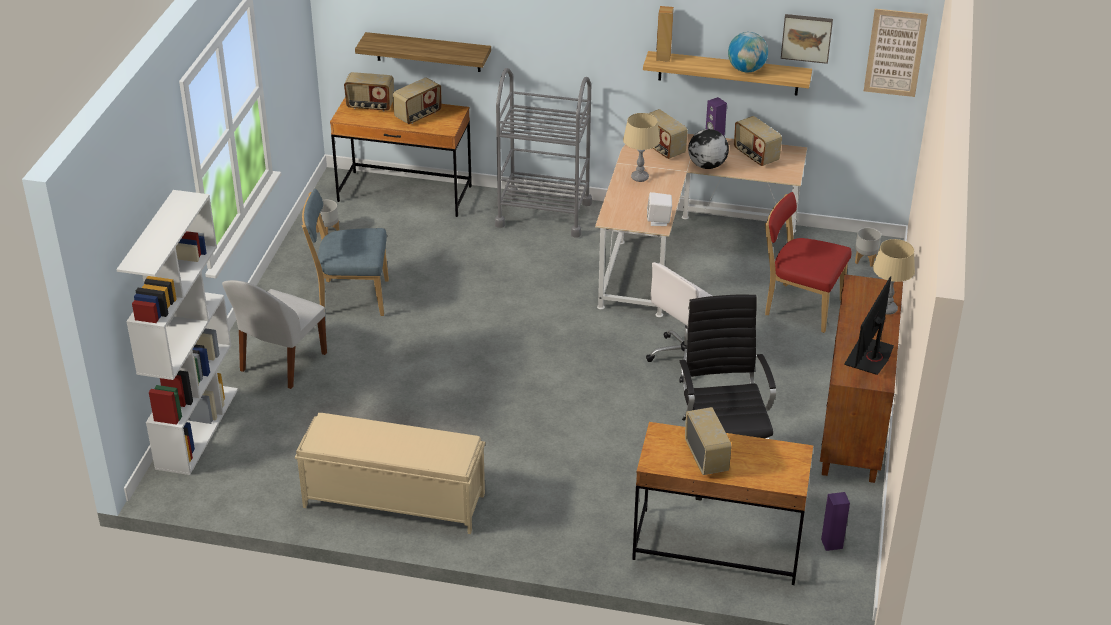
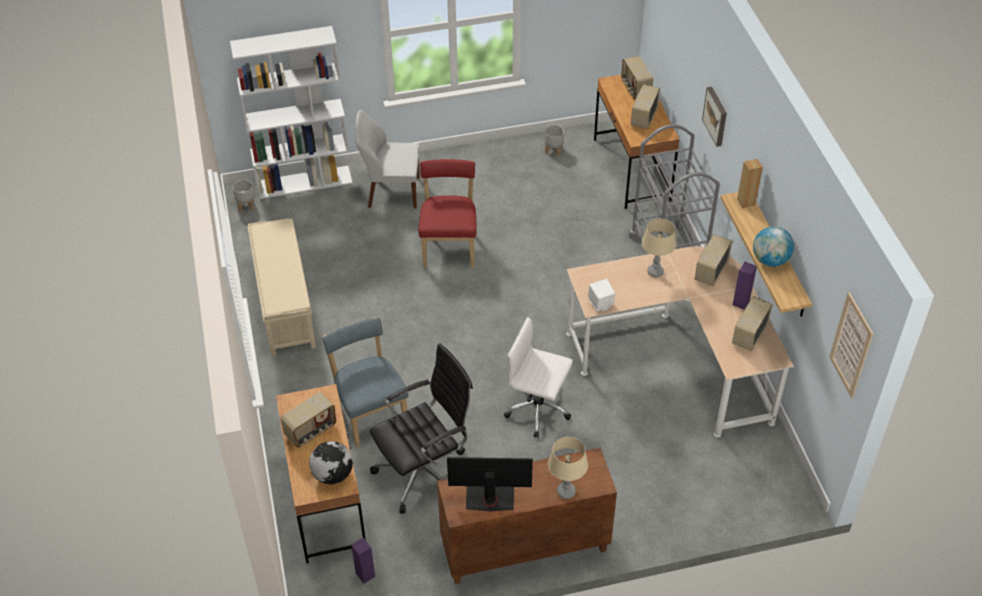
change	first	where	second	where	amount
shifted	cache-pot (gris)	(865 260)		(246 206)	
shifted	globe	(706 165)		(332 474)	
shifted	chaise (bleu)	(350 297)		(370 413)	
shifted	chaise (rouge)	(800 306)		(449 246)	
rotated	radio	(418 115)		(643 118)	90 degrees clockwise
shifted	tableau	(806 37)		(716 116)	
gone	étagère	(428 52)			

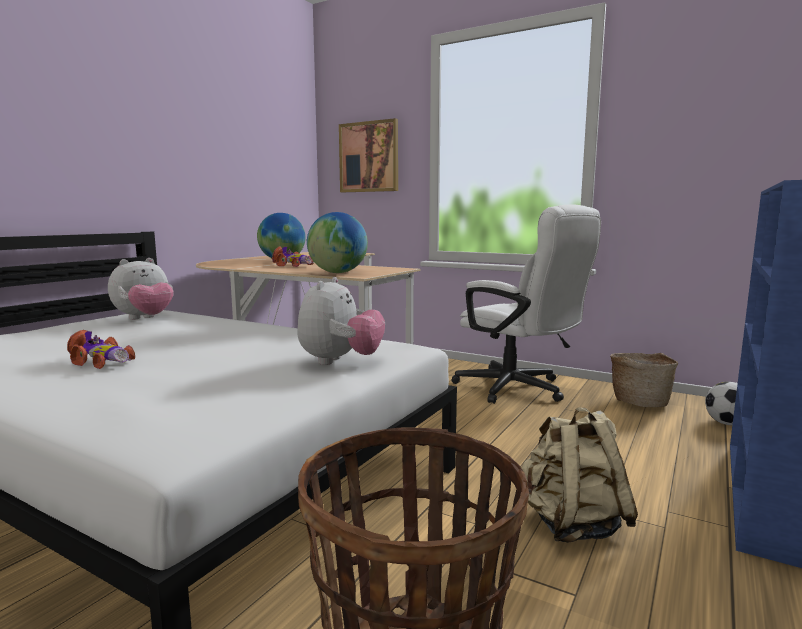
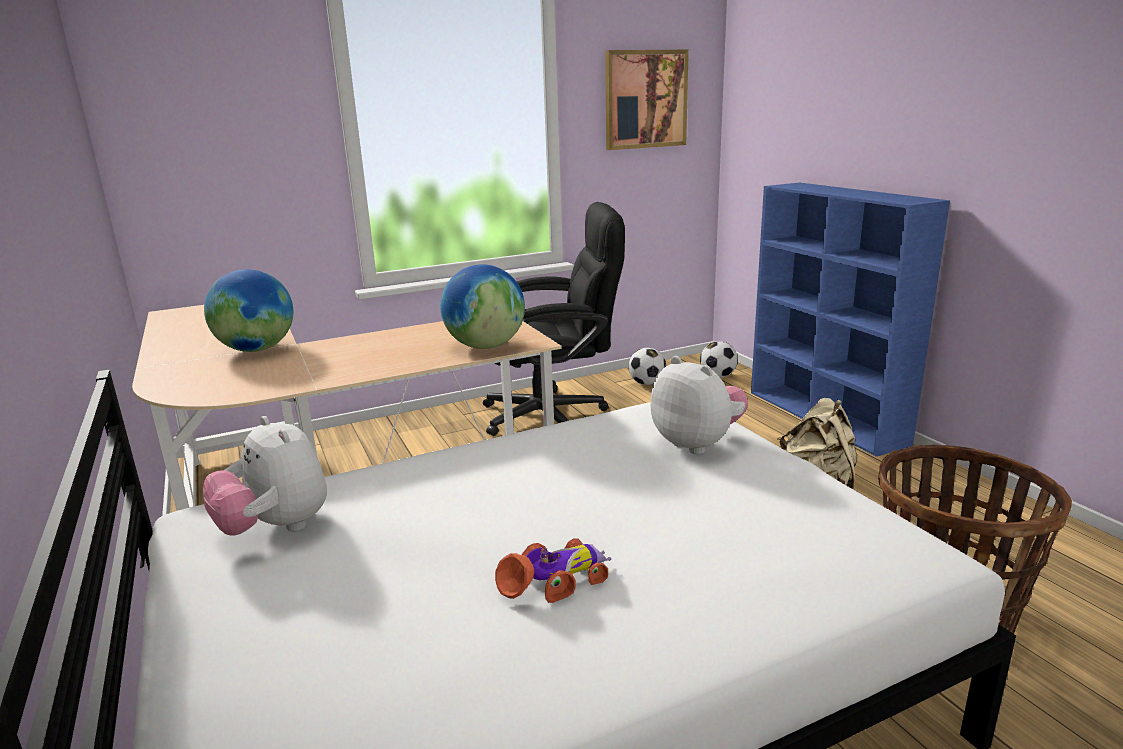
change	first	where	second	where	amount
rotated	peluche	(145 319)		(276 528)	150 degrees clockwise
repainted	chaise de bureau (blanc)	(519 390)	chaise de bureau (noir)	(556 414)	
shifted	tableau	(369 157)		(645 99)	
swapped	panier	(640 402)	ballon de foot	(647 383)	
gone	petite voiture	(292 265)			

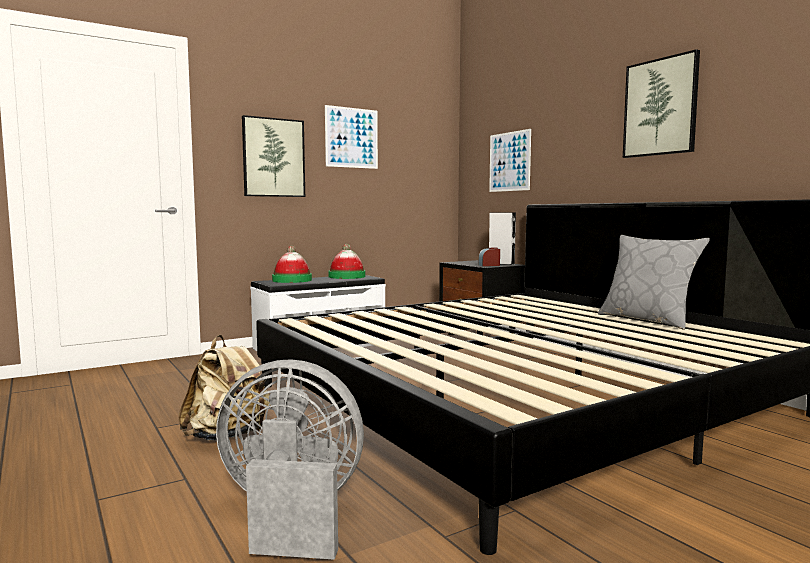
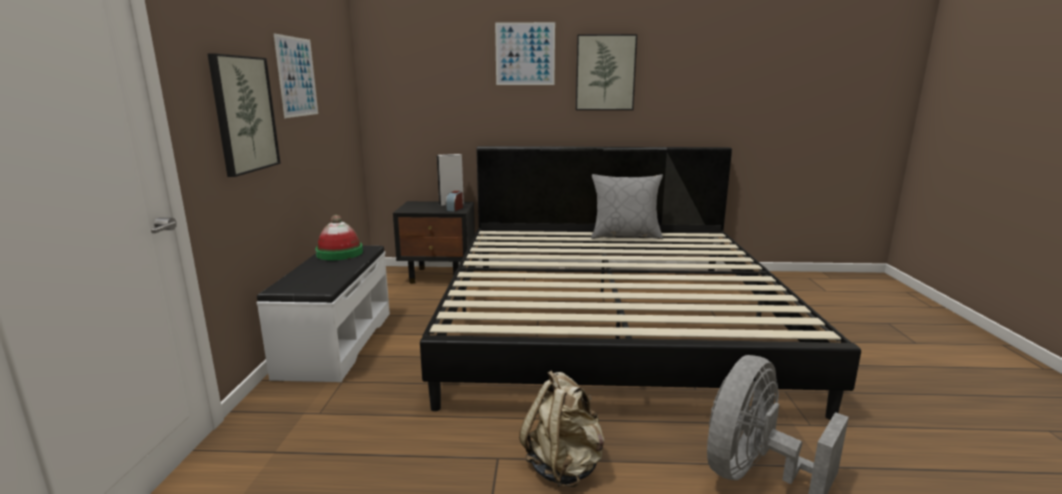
change	first	where	second	where	amount
shifted	tableau	(509 161)		(525 54)	
gone	chapeau	(292 280)			

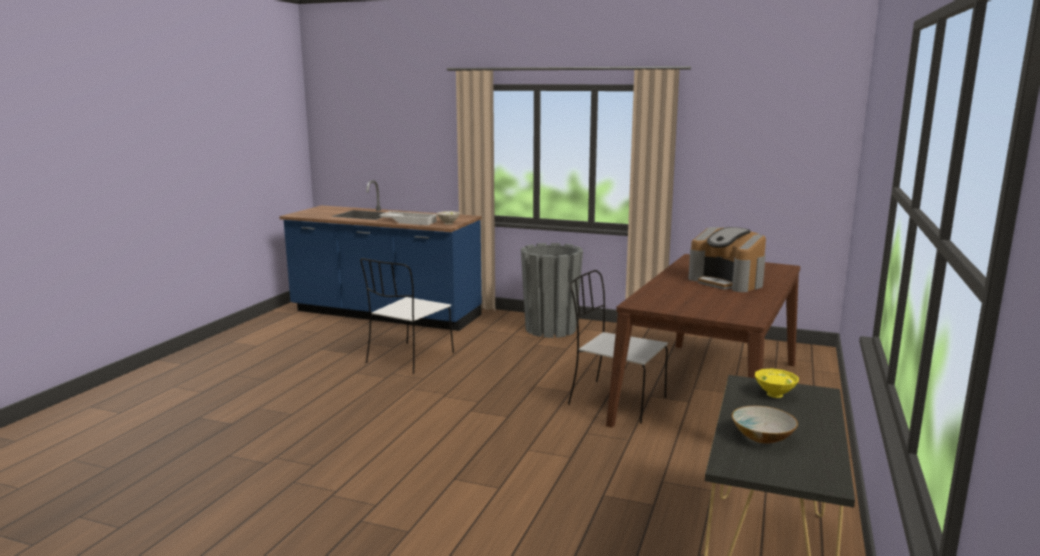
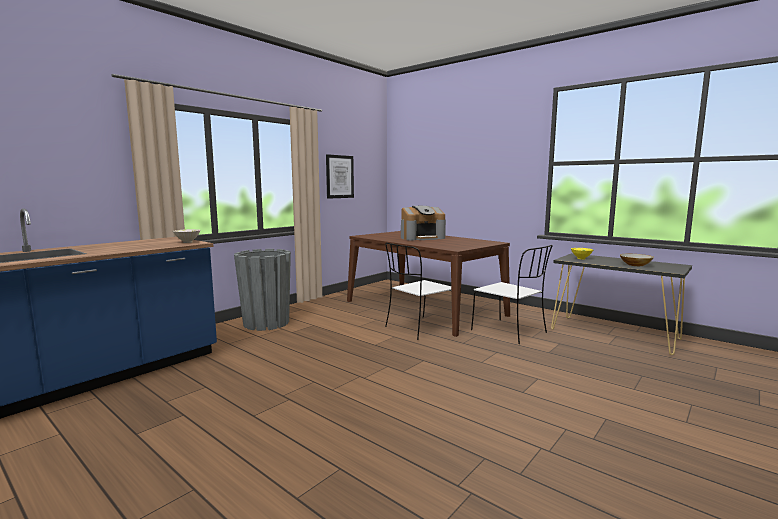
change	first	where	second	where	amount
new			tableau	(339 176)	
shifted	chaise (blanc)	(409 359)		(510 332)	
gone	plateau (blanc)	(409 221)			

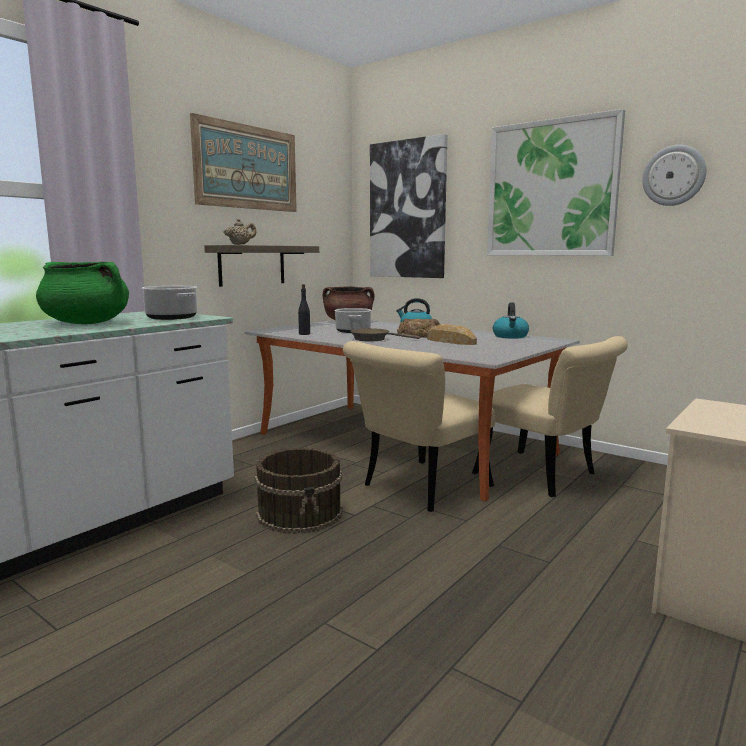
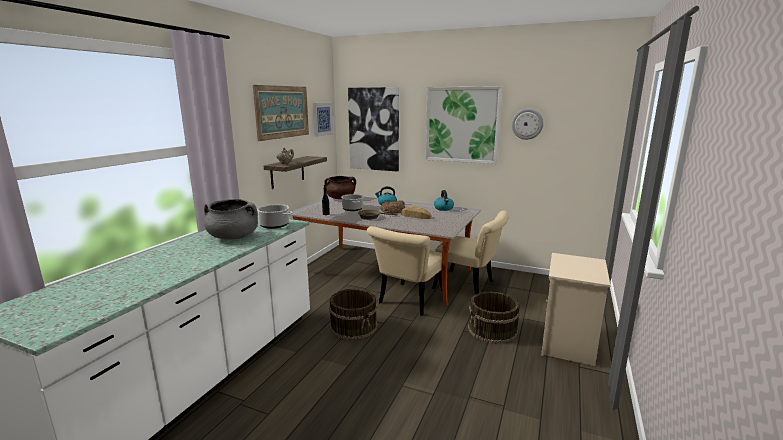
change	first	where	second	where	amount
repainted	marmite (vert)	(87 323)	marmite (gris)	(233 237)	
new			tableau	(322 119)	
new			seau (marron)	(492 330)	

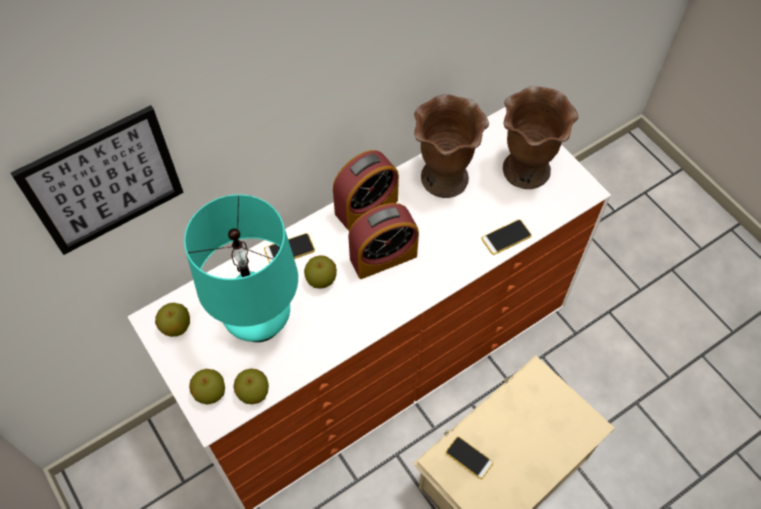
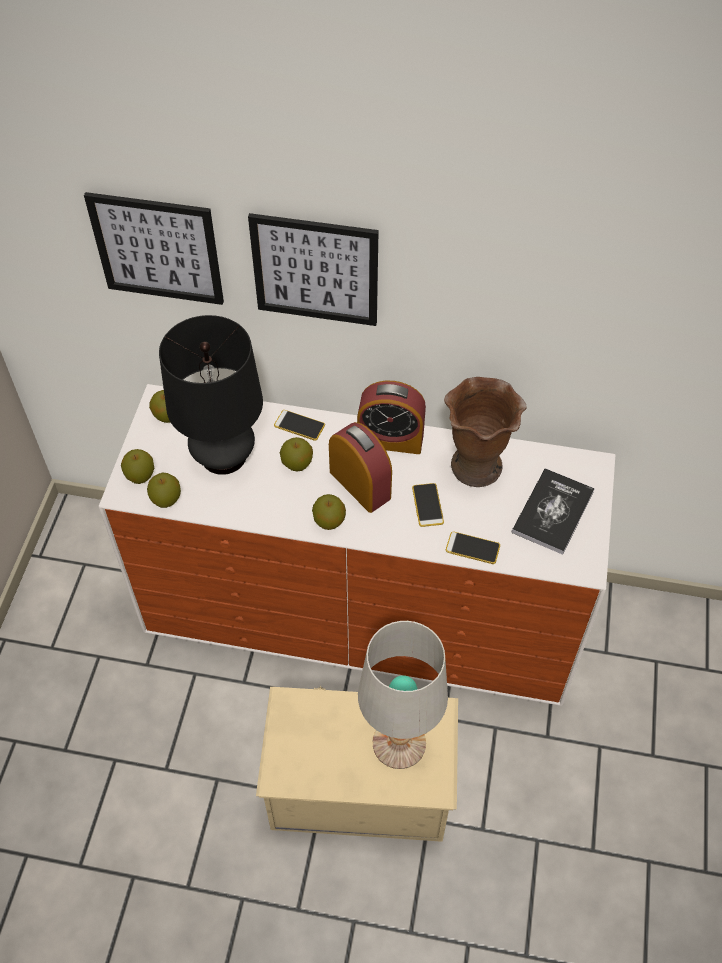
change	first	where	second	where	amount
repainted	lampe de table (turquoise)	(259 321)	lampe de table (noir)	(223 456)	
new			tableau	(315 270)	
new			pomme	(329 521)	
rotated	réveil	(383 257)		(360 485)	150 degrees counterclockwise
new			lampe de table (blanc)	(398 743)	
shifted	téléphone	(469 457)		(427 505)	
swapped	vase (marron)	(525 170)	livre	(552 512)	

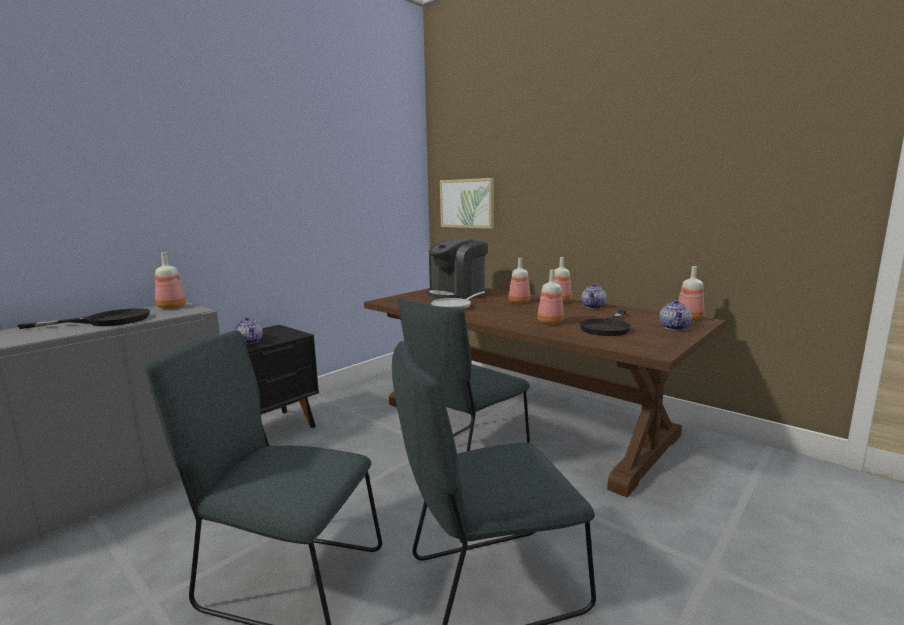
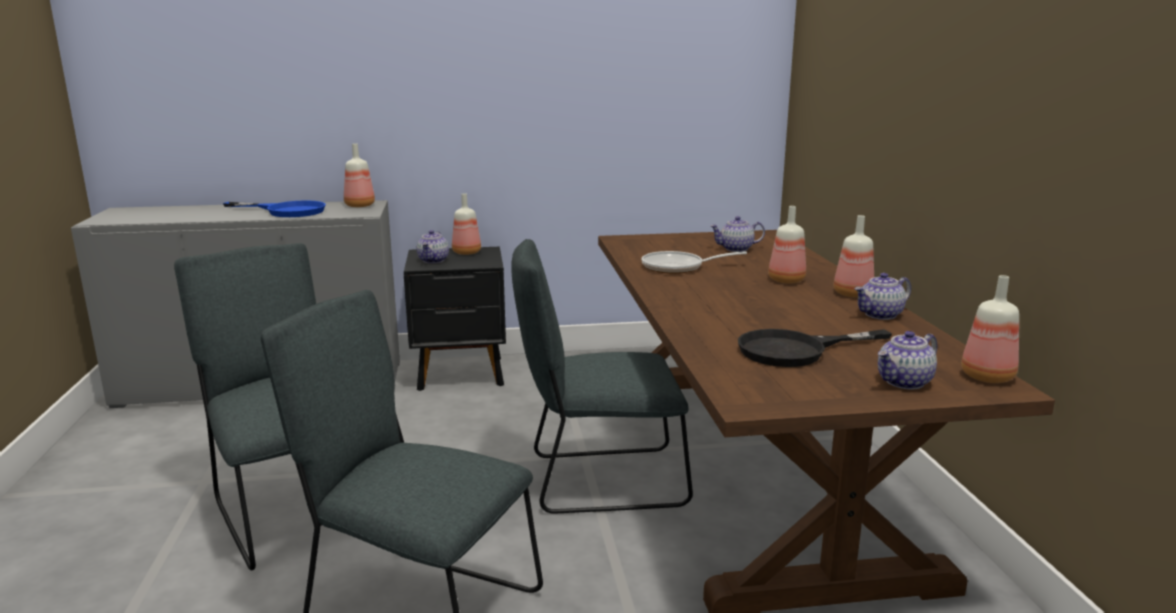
change	first	where	second	where	amount
repainted	poêle (noir)	(106 321)	poêle (bleu)	(287 211)	
shifted	bouteille	(549 322)		(466 252)	
swapped	machine à café	(457 294)	théière	(736 249)	
gone	tableau	(467 203)			

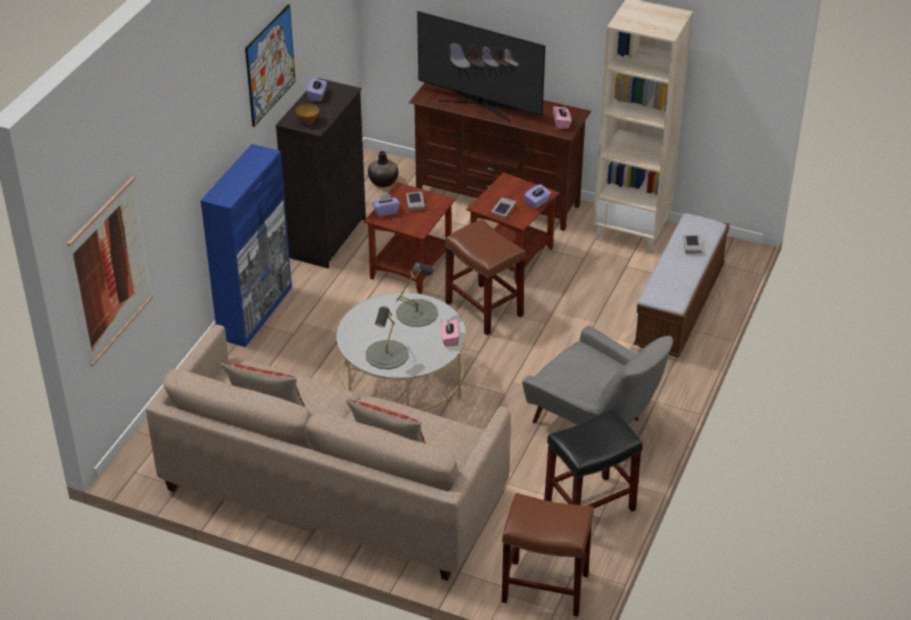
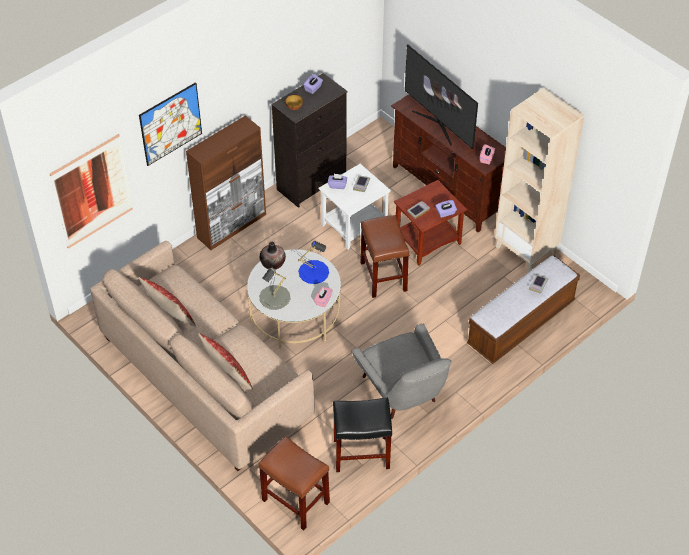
change	first	where	second	where	amount
shifted	tableau	(270 65)		(171 124)	
repainted	meuble de rangement (bleu)	(255 312)	meuble de rangement (marron)	(232 226)	
shifted	vase	(383 182)		(273 263)	
repainted	lampe de table (gris)	(417 313)	lampe de table (bleu)	(313 272)	
repainted	table d'appoint (marron)	(410 266)	table d'appoint (blanc)	(353 225)	

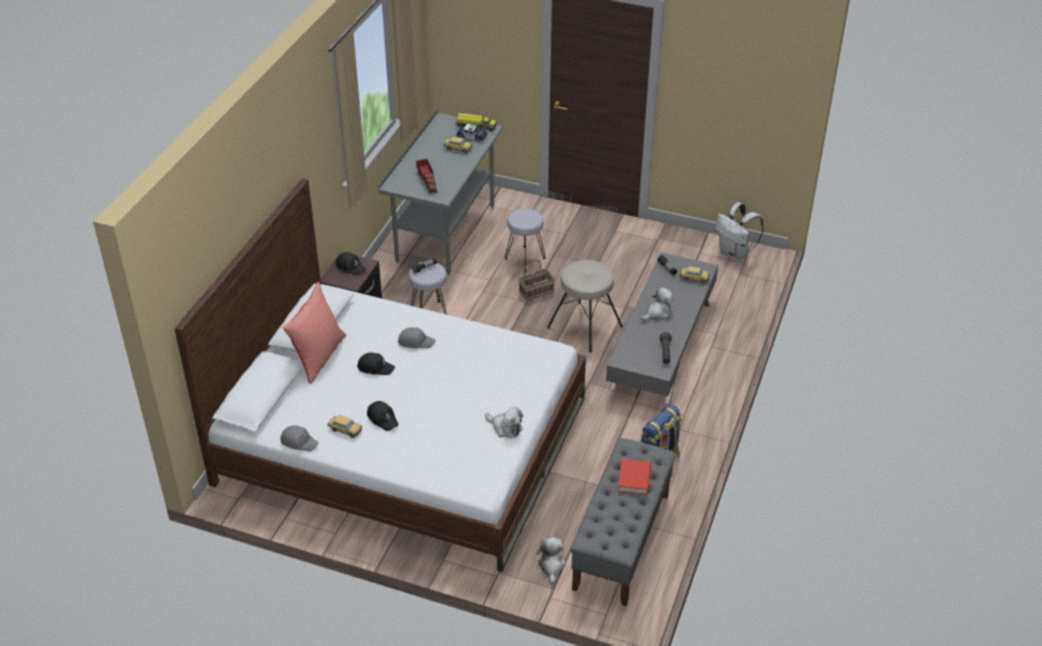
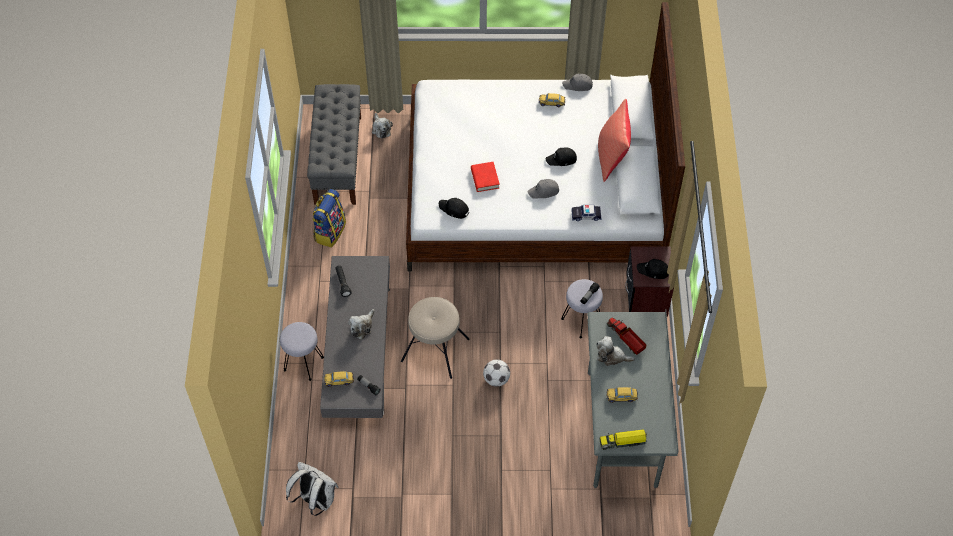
change	first	where	second	where	amount
shifted	tabouret (gris)	(525 259)		(303 363)	
shifted	casquette (noir)	(383 418)		(454 209)	
shifted	livre (rouge)	(634 479)		(485 179)	
swapped	panier	(537 291)	ballon de foot	(496 379)	
shifted	petite voiture	(472 136)		(586 215)	
shifted	peluche	(505 428)		(611 356)	

